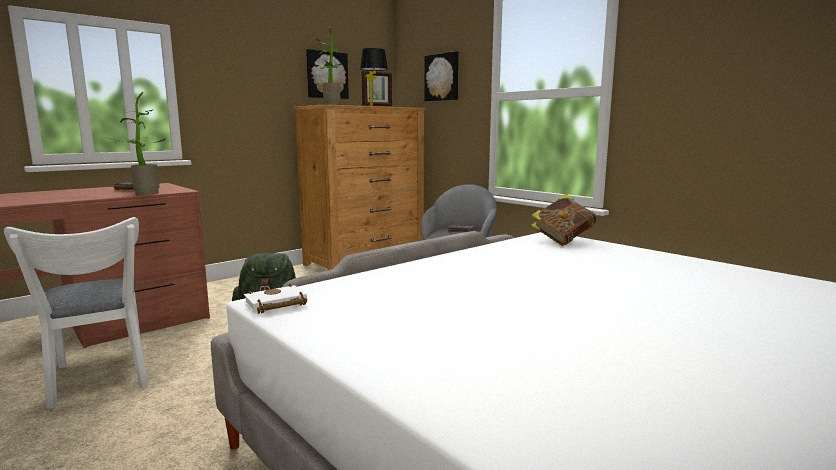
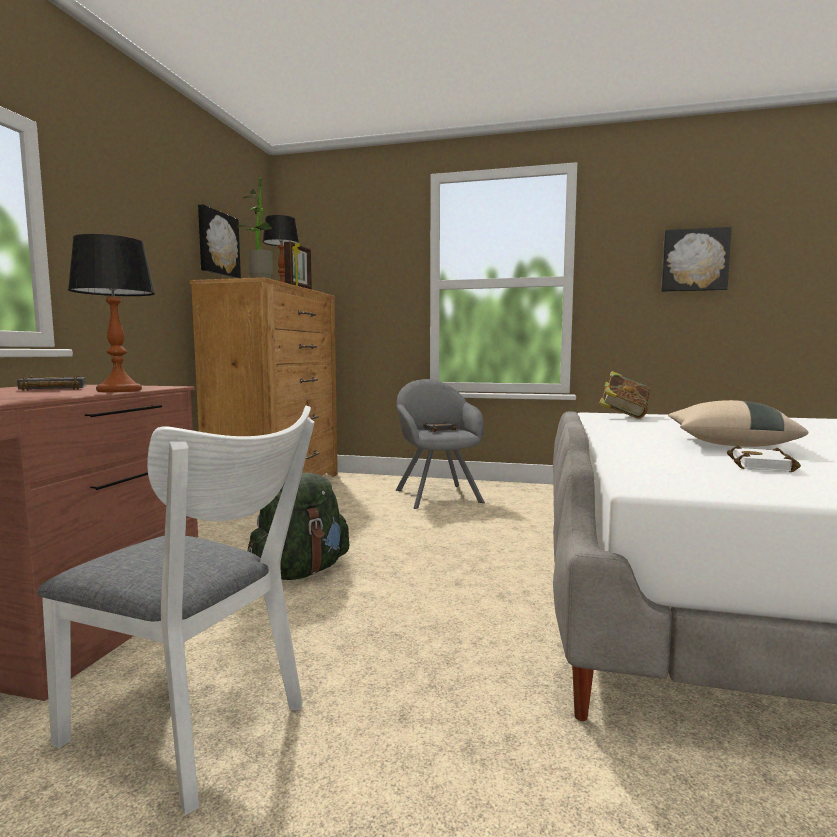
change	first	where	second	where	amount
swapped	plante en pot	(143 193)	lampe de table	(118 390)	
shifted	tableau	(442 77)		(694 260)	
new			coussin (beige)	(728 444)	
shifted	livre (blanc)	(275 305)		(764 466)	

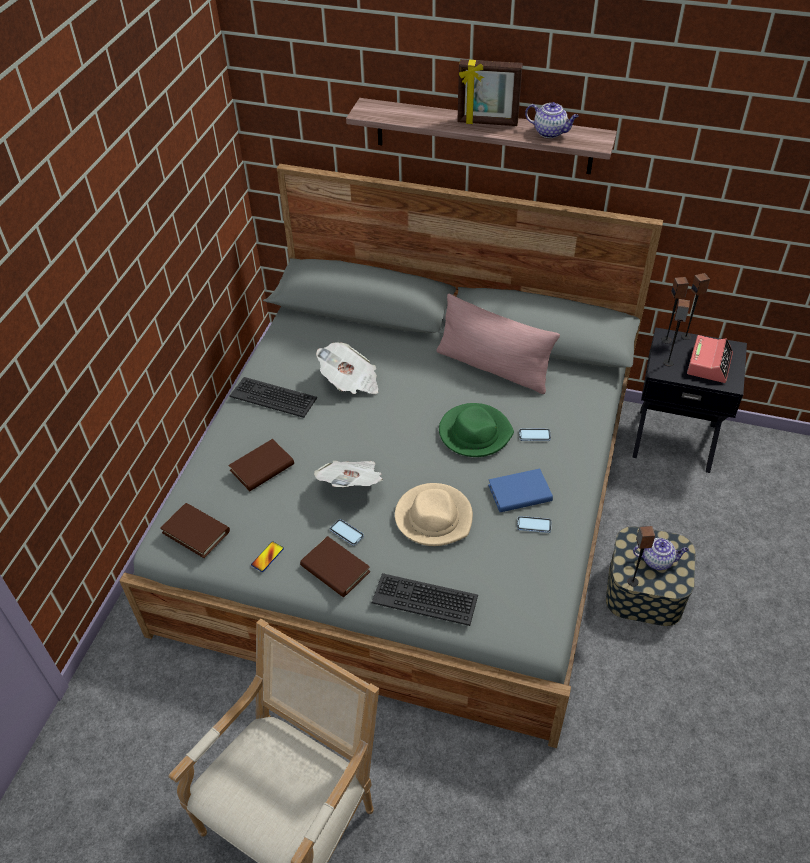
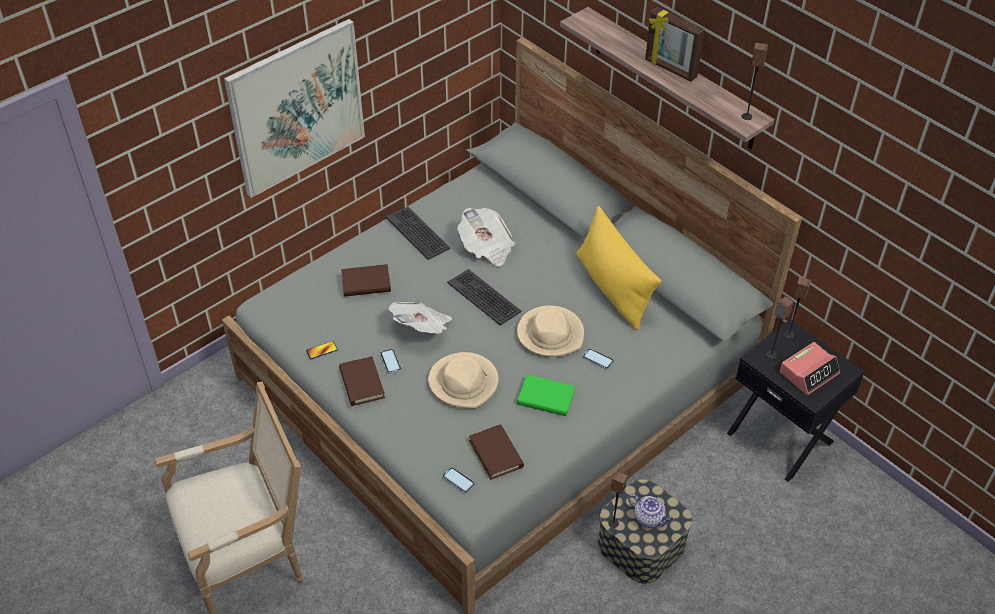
change	first	where	second	where	amount
new			tableau	(297 108)	
shifted	téléphone	(534 525)		(458 481)	
shifted	clavier	(425 599)		(484 297)	
shifted	livre (marron)	(196 532)		(496 454)	
repainted	chapeau (vert)	(474 433)	chapeau (beige)	(550 334)	
repainted	livre (bleu)	(519 493)	livre (vert)	(545 398)	
repainted	coussin (rose)	(493 367)	coussin (jaune)	(613 288)	
shifted	enceinte	(686 336)		(747 116)	
gone	théière	(550 132)			

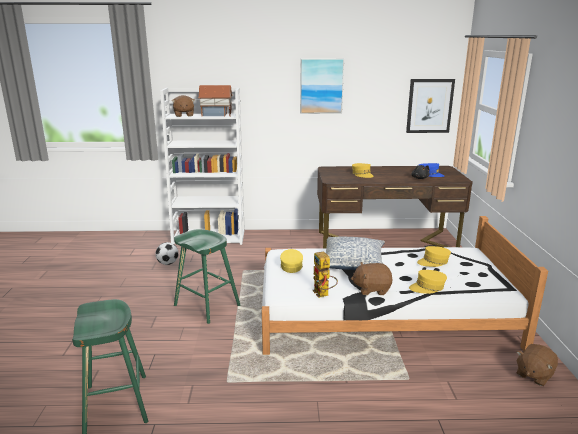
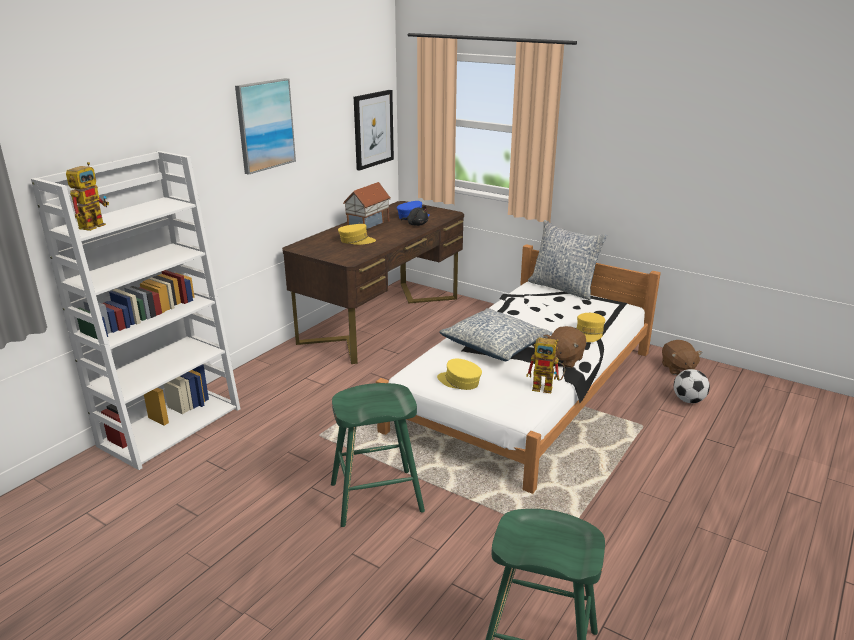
change	first	where	second	where	amount
swapped	peluche (marron)	(184 115)	robot jouet	(94 224)	
shifted	maison miniature	(216 115)		(368 224)	
new			coussin	(563 288)	
shifted	ballon de foot	(168 263)		(688 400)	
gone	casquette (jaune)	(433 262)			

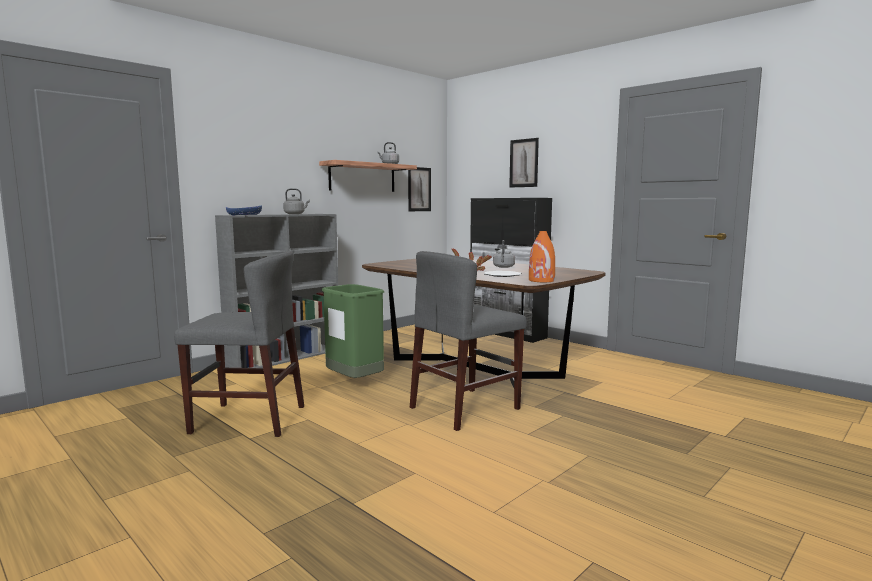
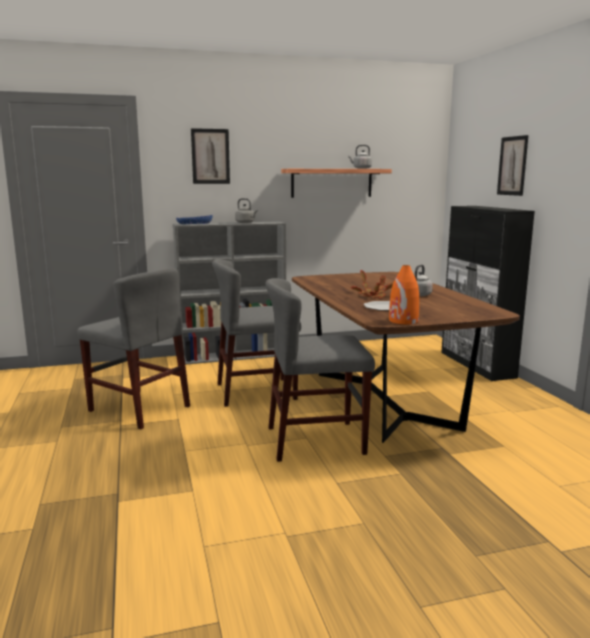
change	first	where	second	where	amount
shifted	tableau	(419 189)		(210 156)	
swapped	poubelle (vert)	(354 382)	chaise (gris)	(256 391)	

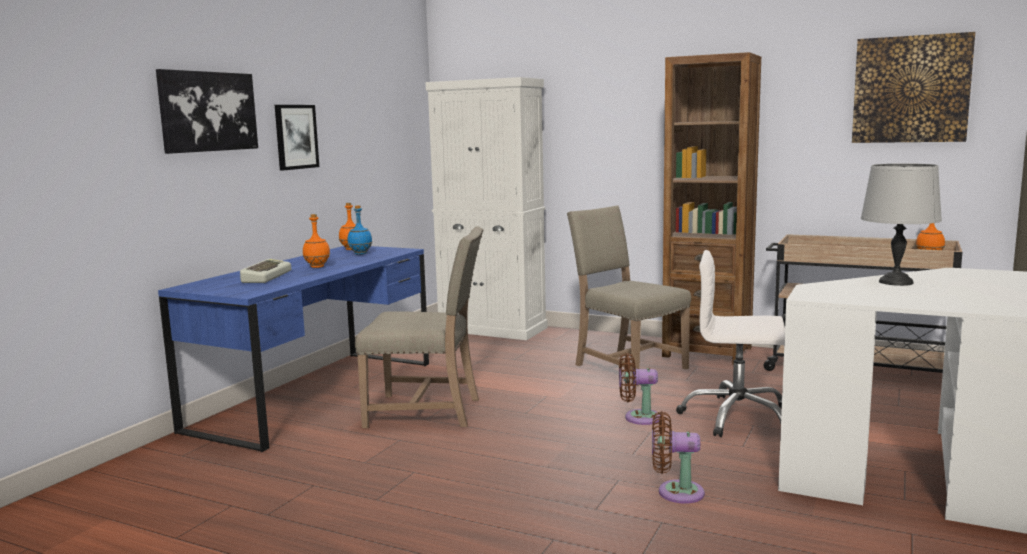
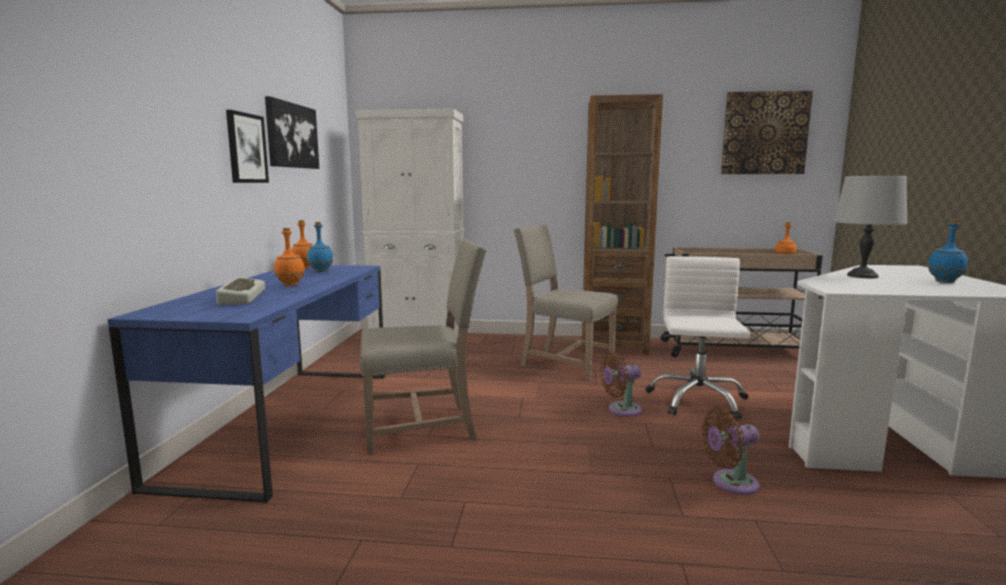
change	first	where	second	where	amount
shifted	tableau	(208 111)		(291 136)	
rotated	chaise de bureau (blanc)	(737 417)		(697 400)	105 degrees clockwise
new			bouteille (bleu)	(945 282)	

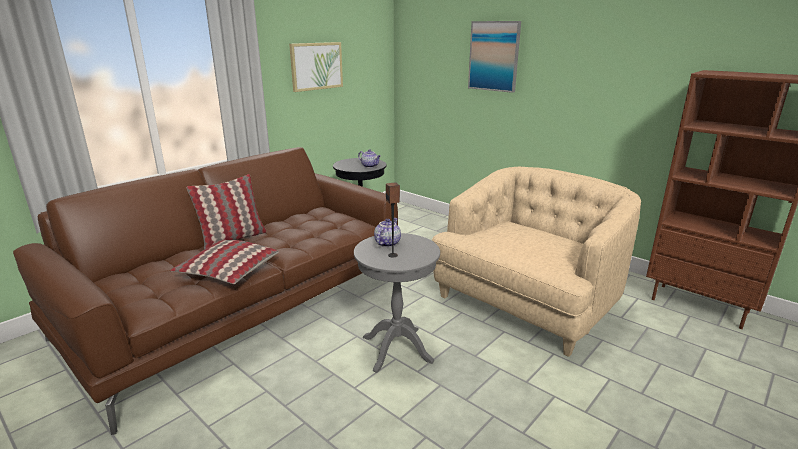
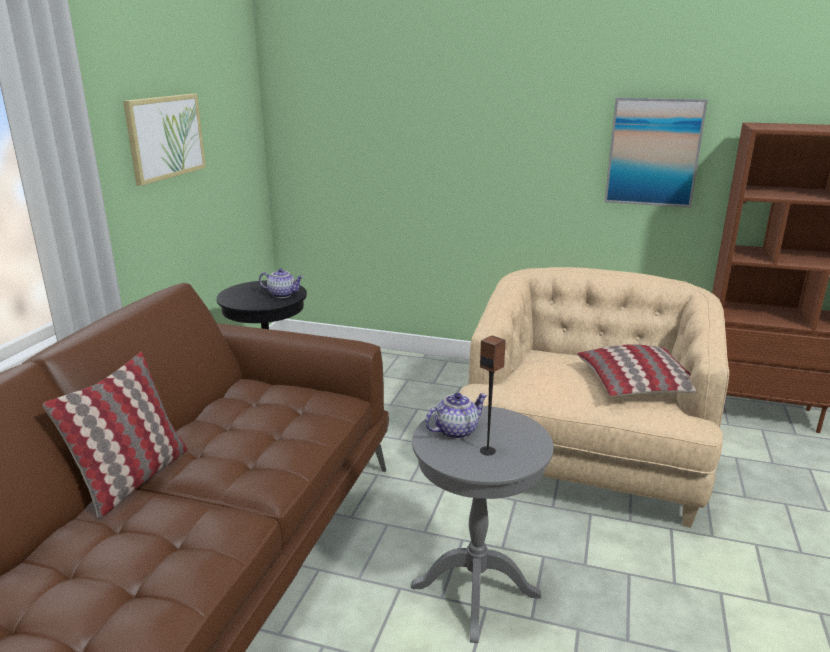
change	first	where	second	where	amount
rotated	théière	(387 243)		(456 431)	60 degrees clockwise
shifted	coussin	(228 271)		(638 386)	
shifted	tableau	(494 56)		(653 152)	

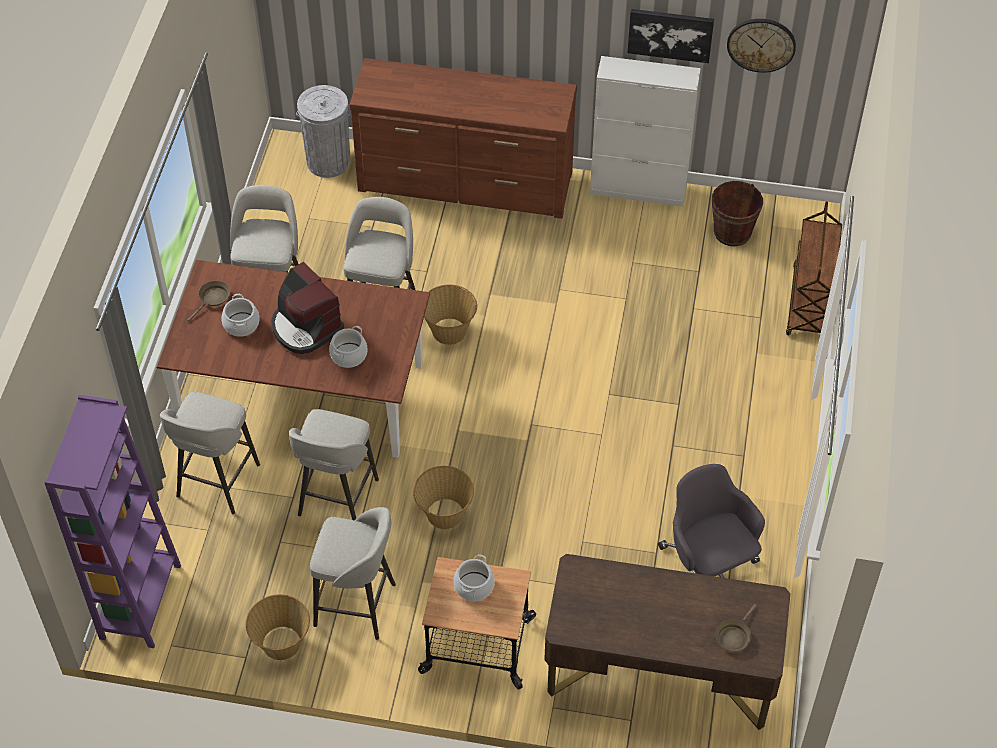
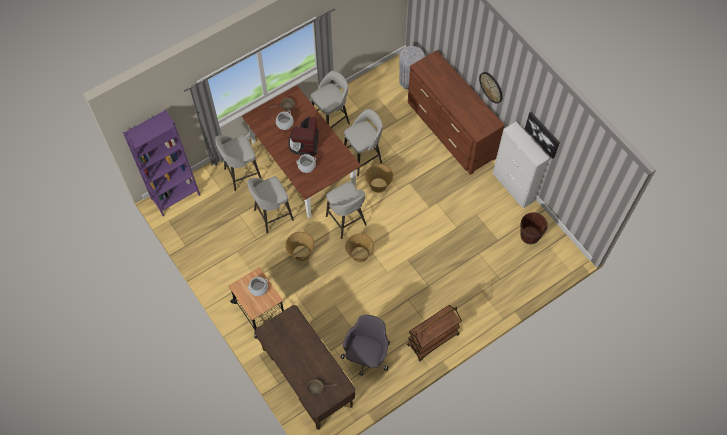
change	first	where	second	where	amount
shifted	tabouret (gris)	(357 605)		(346 221)	
shifted	panier	(281 644)		(359 254)	
shifted	chariot (marron)	(809 304)		(433 340)	
shifted	horloge murale	(761 44)		(491 87)	

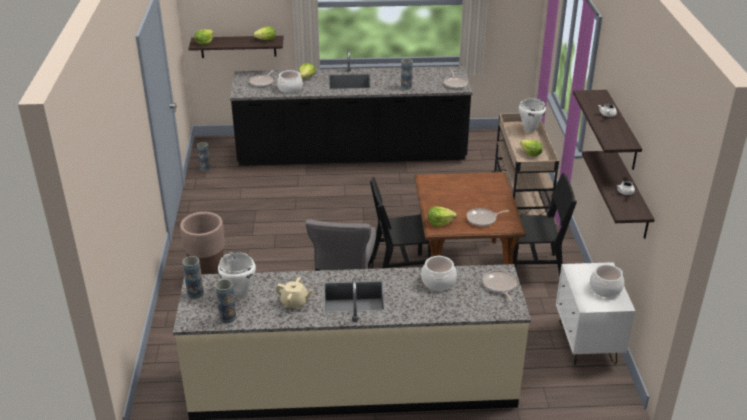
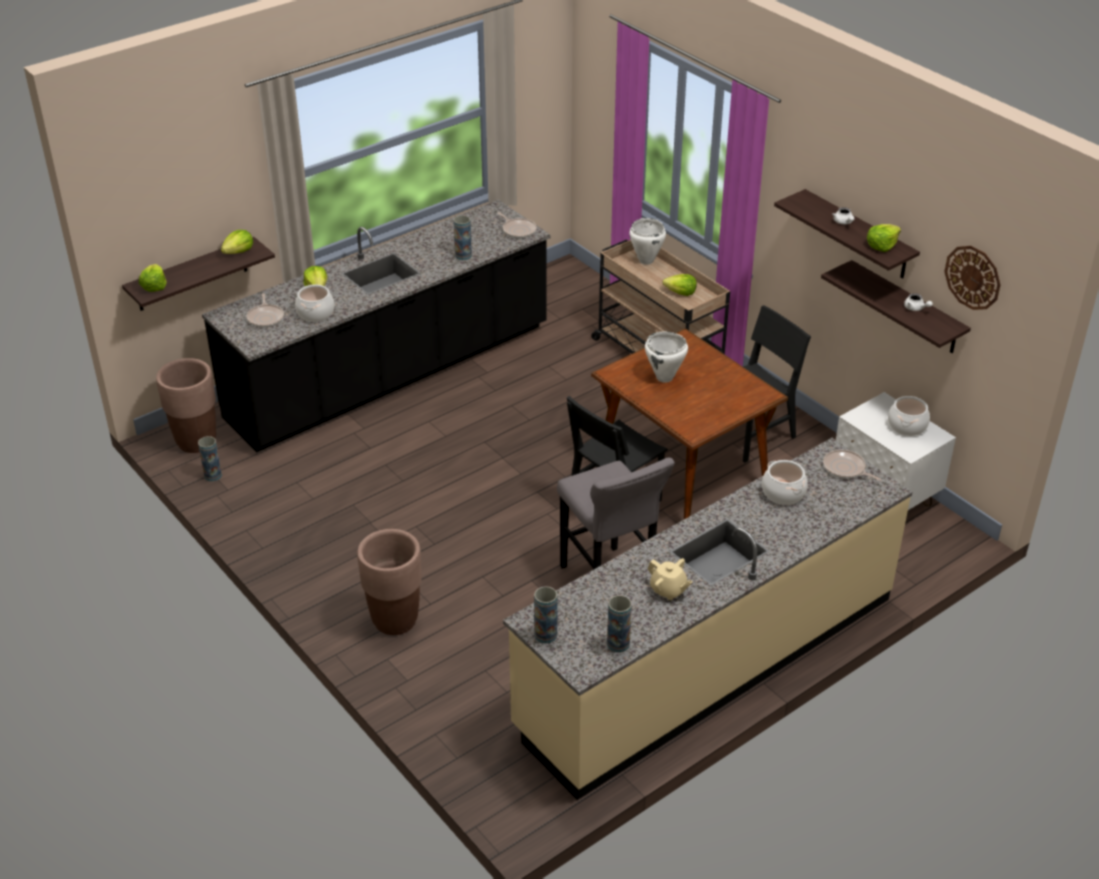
change	first	where	second	where	amount
new			cache-pot (marron)	(196 442)	
shifted	marmite (blanc)	(239 293)		(664 378)	
rotated	théière (beige)	(295 303)		(668 590)	60 degrees clockwise
shifted	laitue	(440 222)		(882 245)	
new			horloge murale	(973 277)	
gone	poêle	(483 219)			

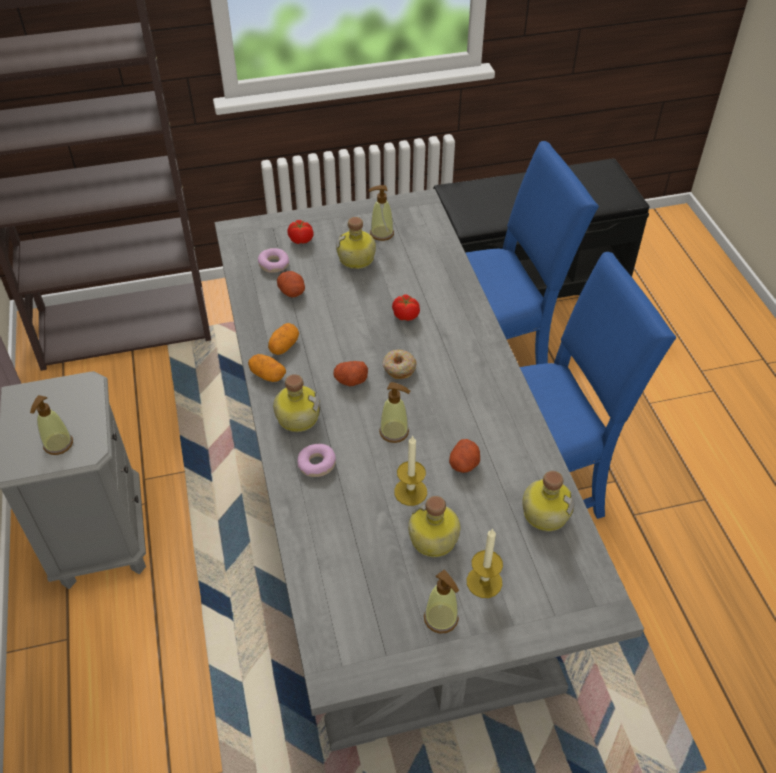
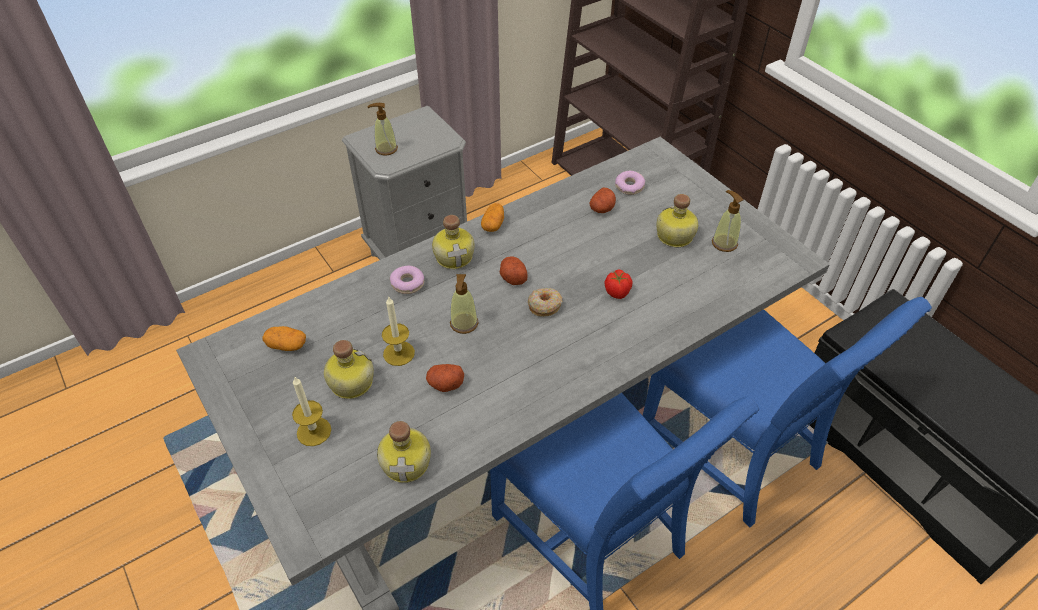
change	first	where	second	where	amount
shifted	pomme de terre	(284 346)		(286 345)	
gone	tomate	(301 240)			
gone	distributeur de savon	(441 618)			

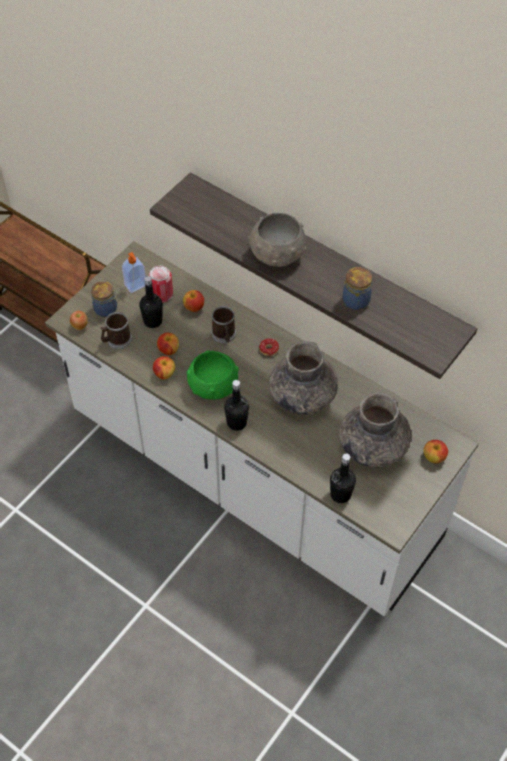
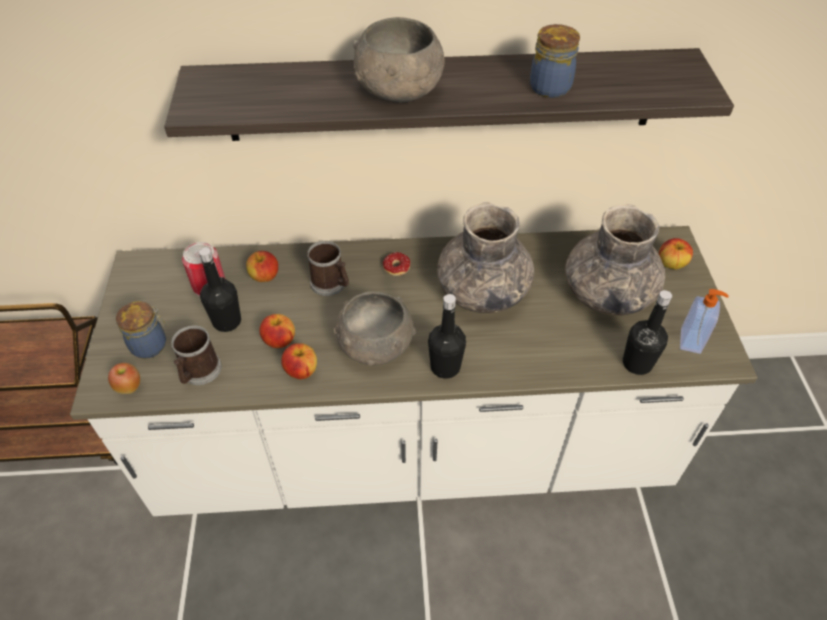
change	first	where	second	where	amount
repainted	bol (vert)	(213 386)	bol (gris)	(374 345)	
shifted	distributeur de savon	(136 286)		(691 341)	

